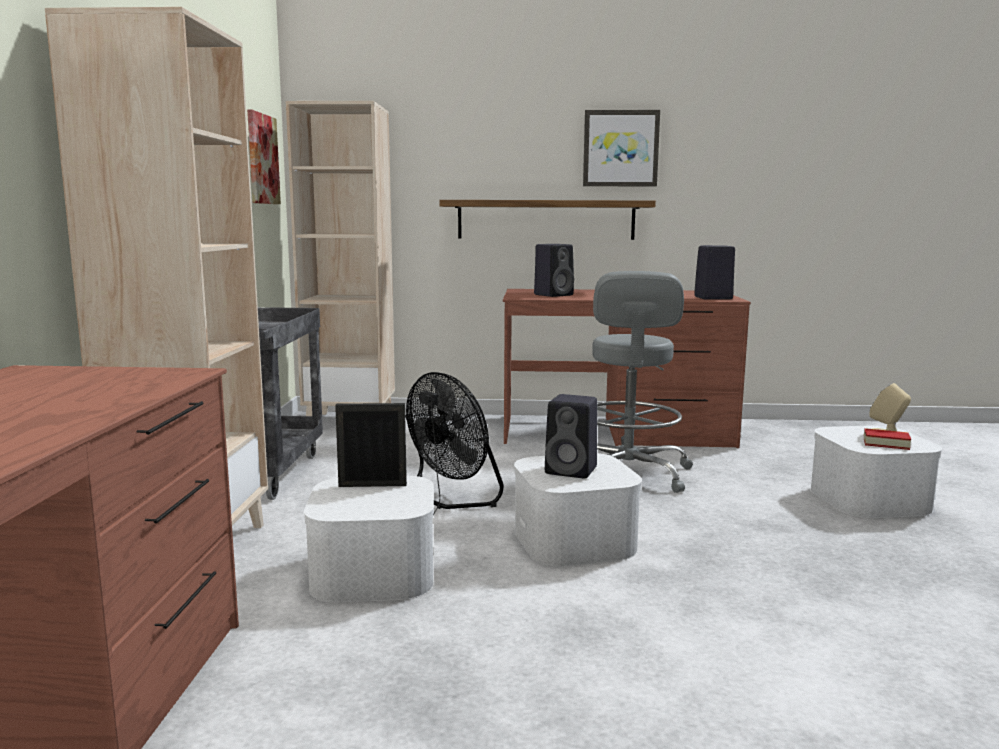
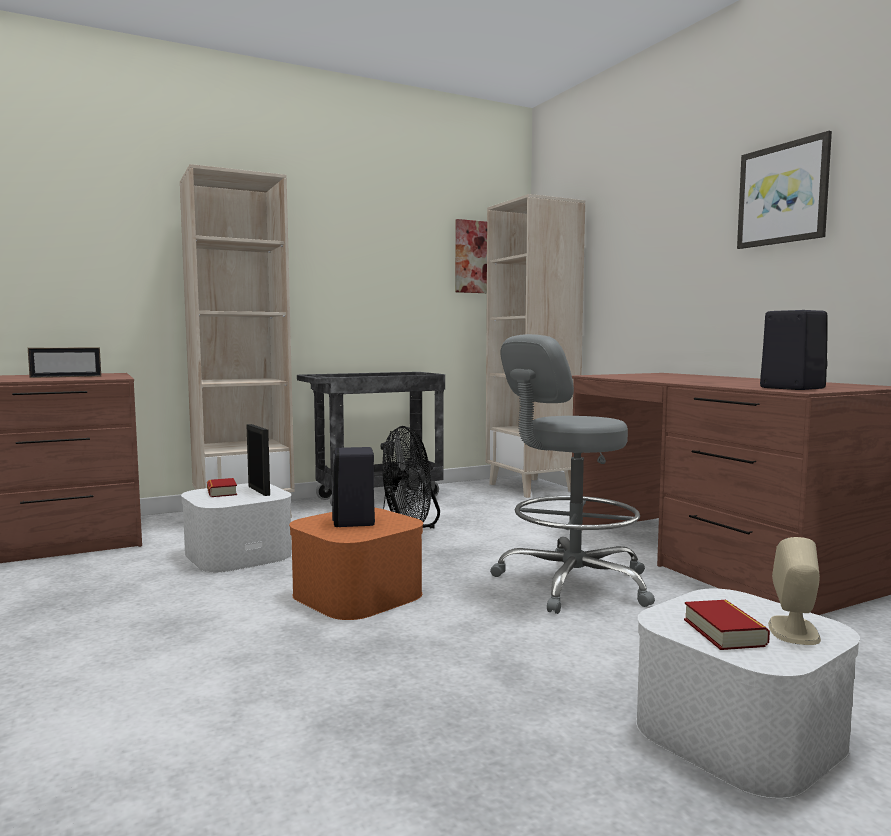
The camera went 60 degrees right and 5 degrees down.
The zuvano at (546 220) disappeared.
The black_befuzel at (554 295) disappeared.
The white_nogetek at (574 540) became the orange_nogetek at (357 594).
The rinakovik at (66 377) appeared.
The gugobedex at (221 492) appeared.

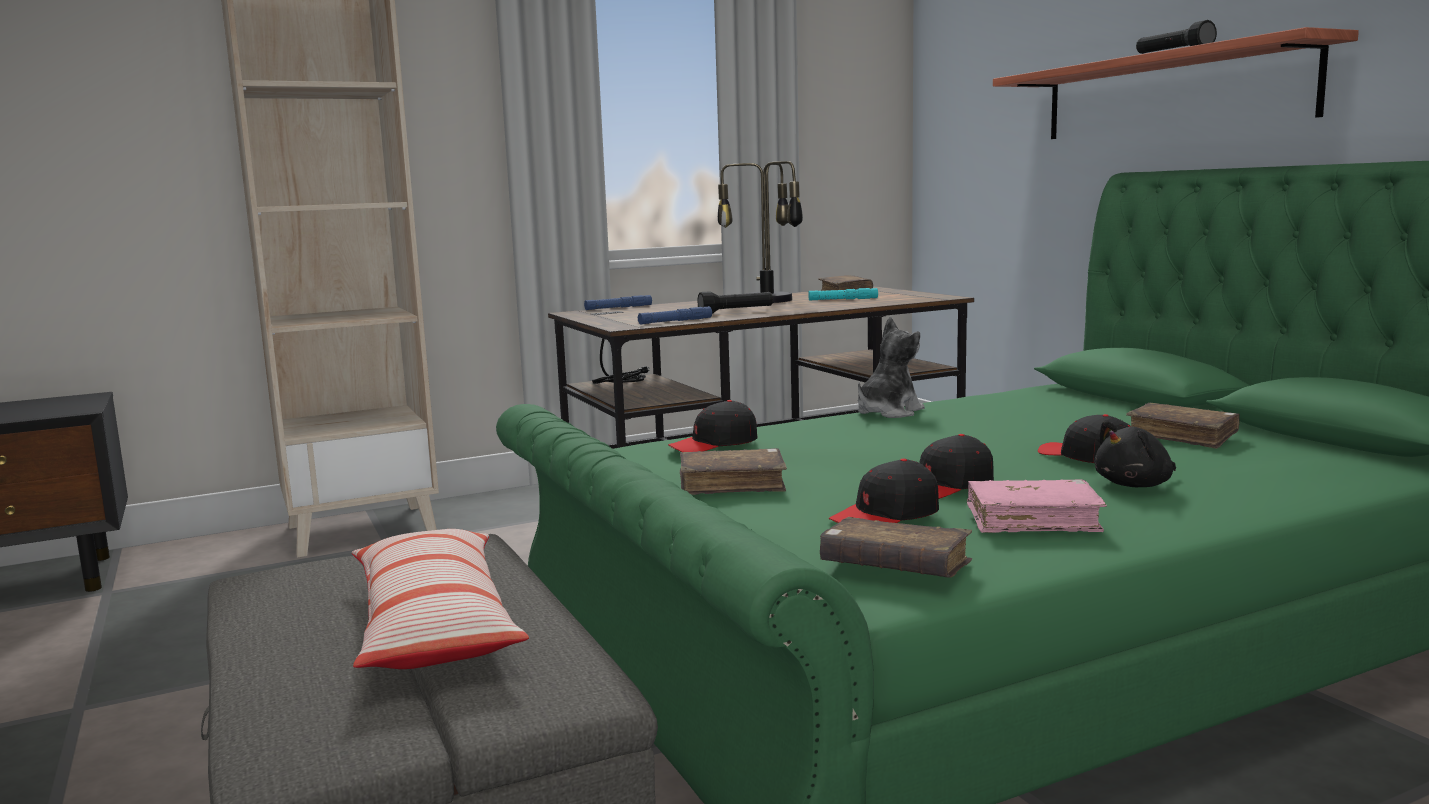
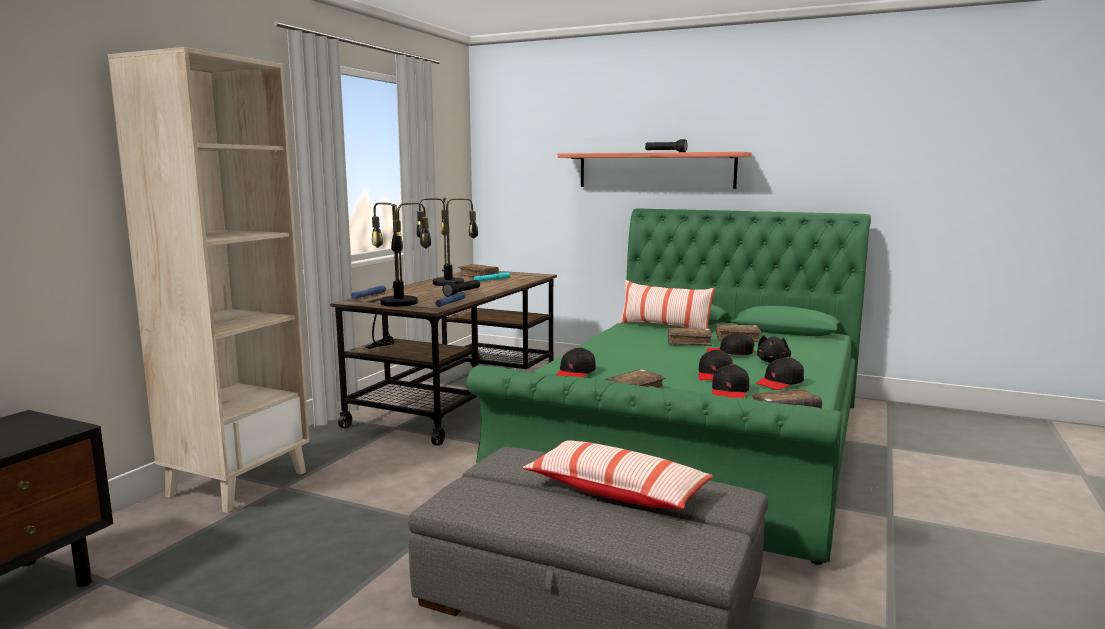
The camera went 40 degrees left and 0 degrees up.
The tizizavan at (888 412) disappeared.
The pink_gugobedex at (1032 521) was replaced by the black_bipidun at (780 383).
The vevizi at (400 303) appeared.
The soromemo at (664 327) appeared.
The brown_gugobedex at (689 342) appeared.

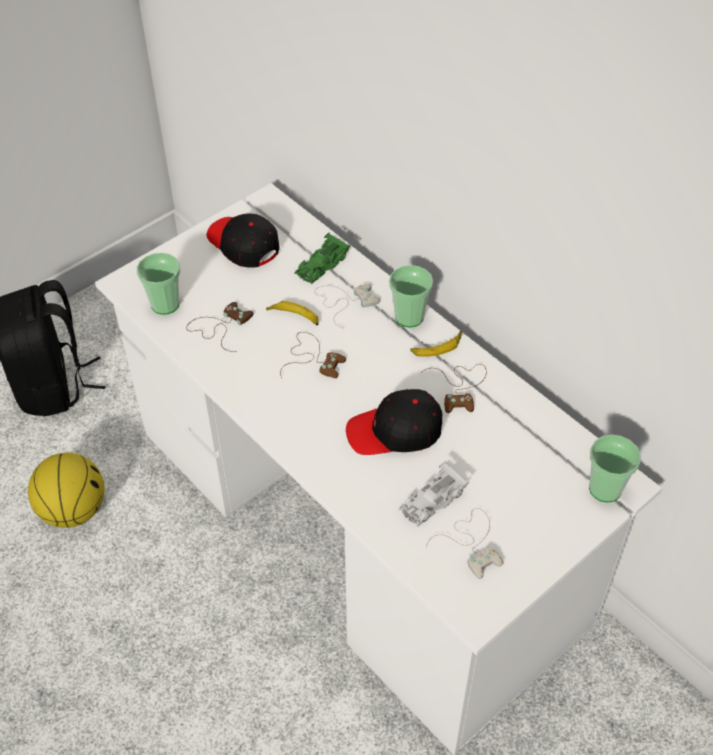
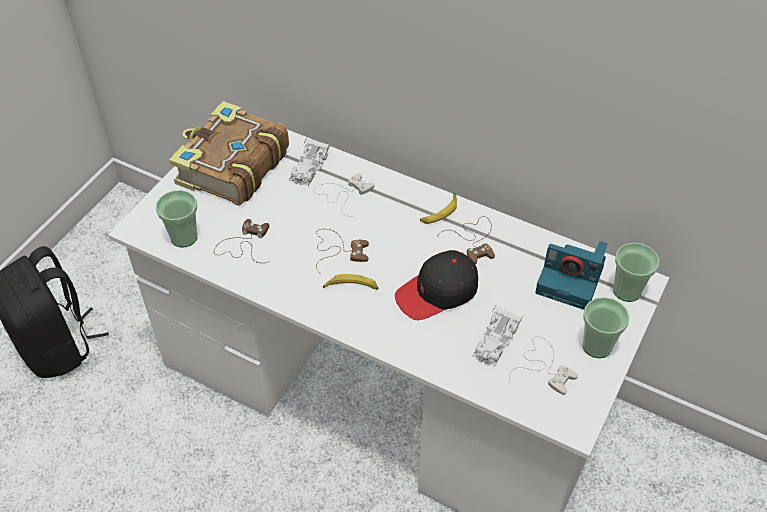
The camera went 20 degrees left and 0 degrees up.
The black_bipidun at (243 244) was replaced by the gugobedex at (231 167).
The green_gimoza at (321 265) became the white_gimoza at (308 168).
The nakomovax moved from (409 317) to (597 346).
The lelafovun moved from (294 317) to (351 287).
The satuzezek at (74 509) disappeared.
The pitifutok at (571 280) appeared.

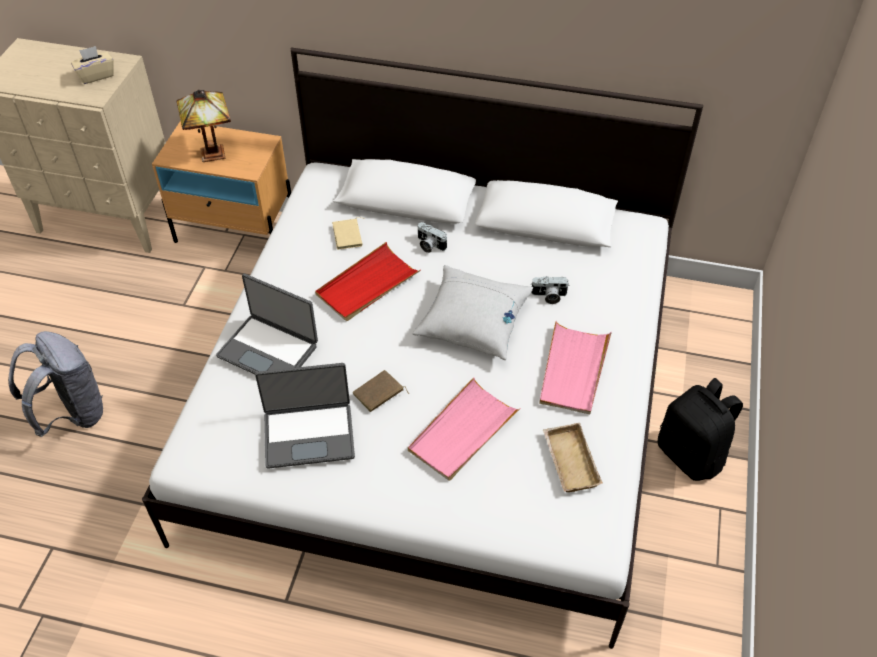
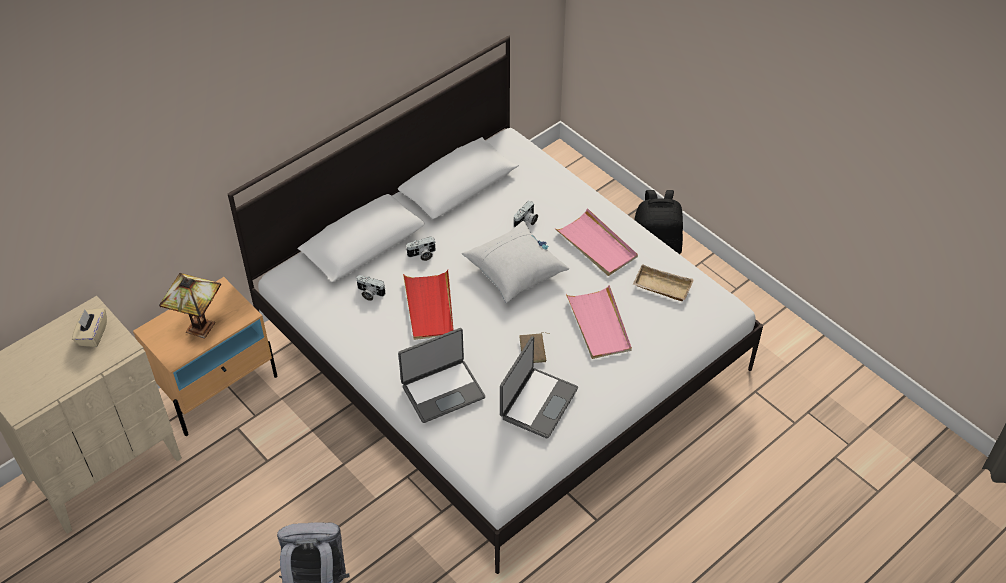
The camera went 55 degrees left and 0 degrees up.
The beige_gugobedex at (348 236) was replaced by the pitifutok at (369 293).

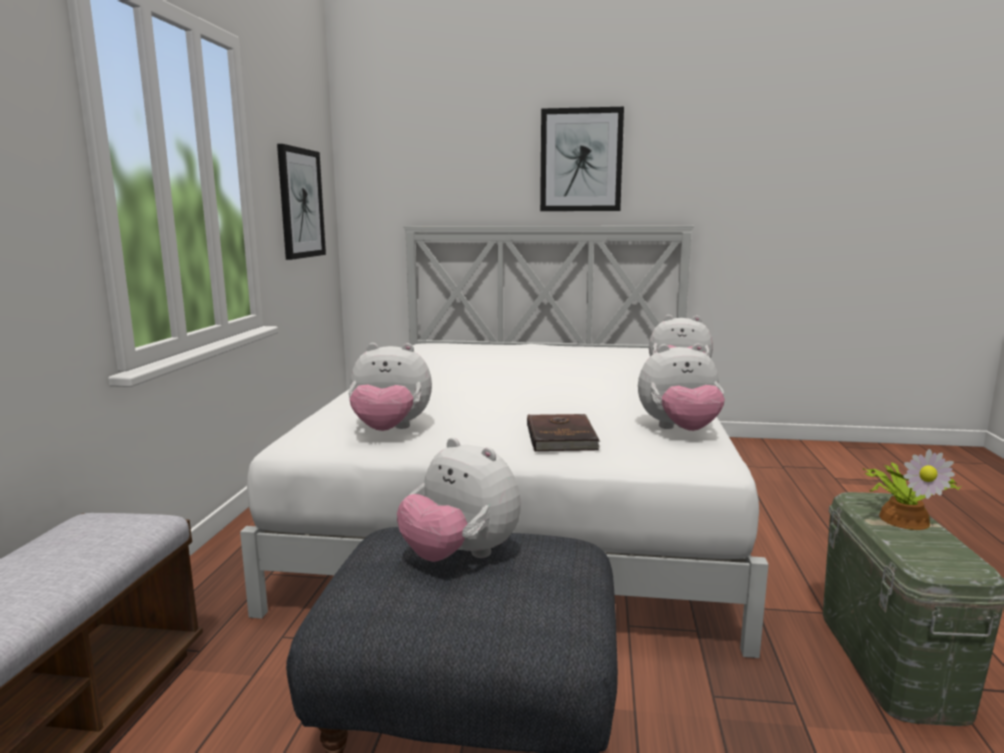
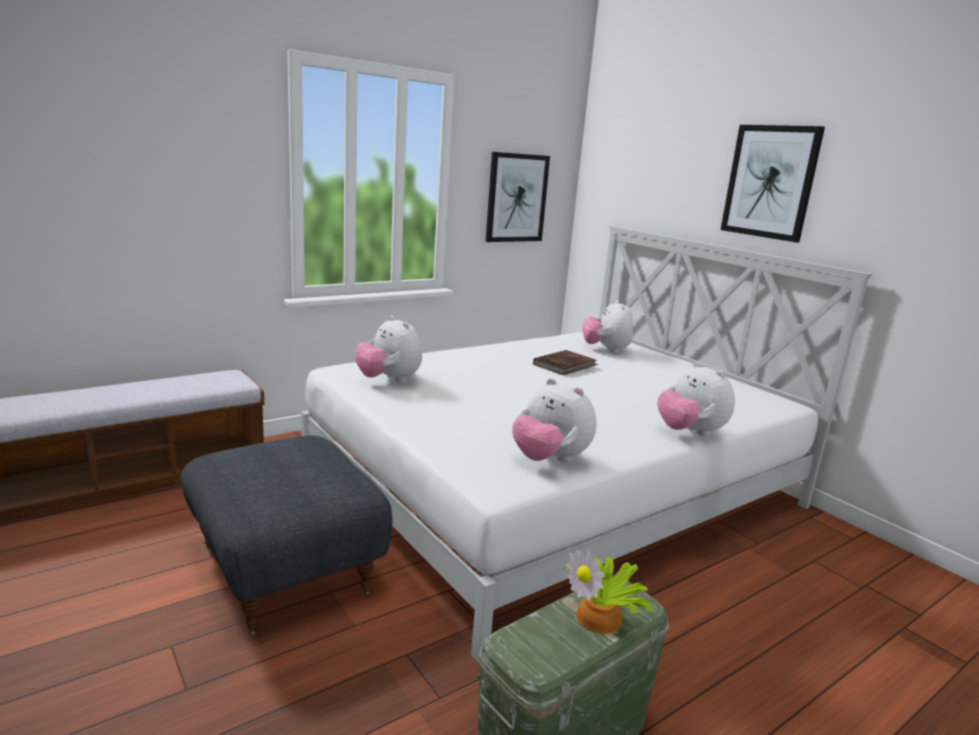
The camera went 45 degrees right and 5 degrees up.
The brown_gugobedex moved from (562 436) to (565 365).
The tizizavan moved from (460 556) to (606 350).

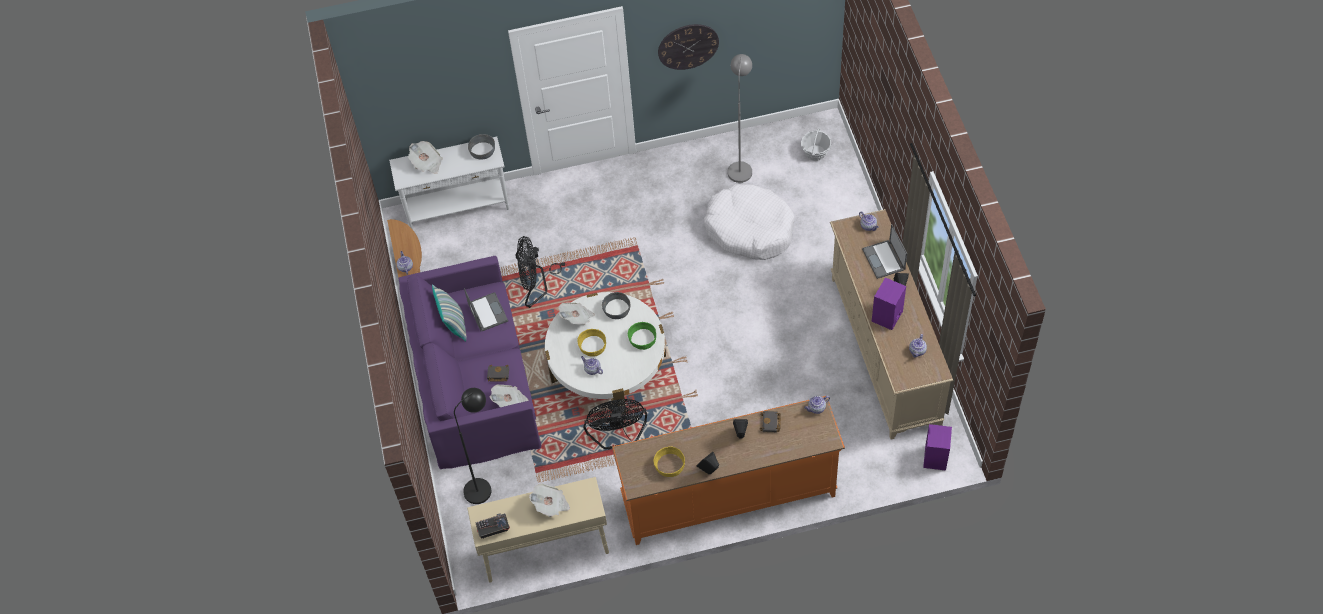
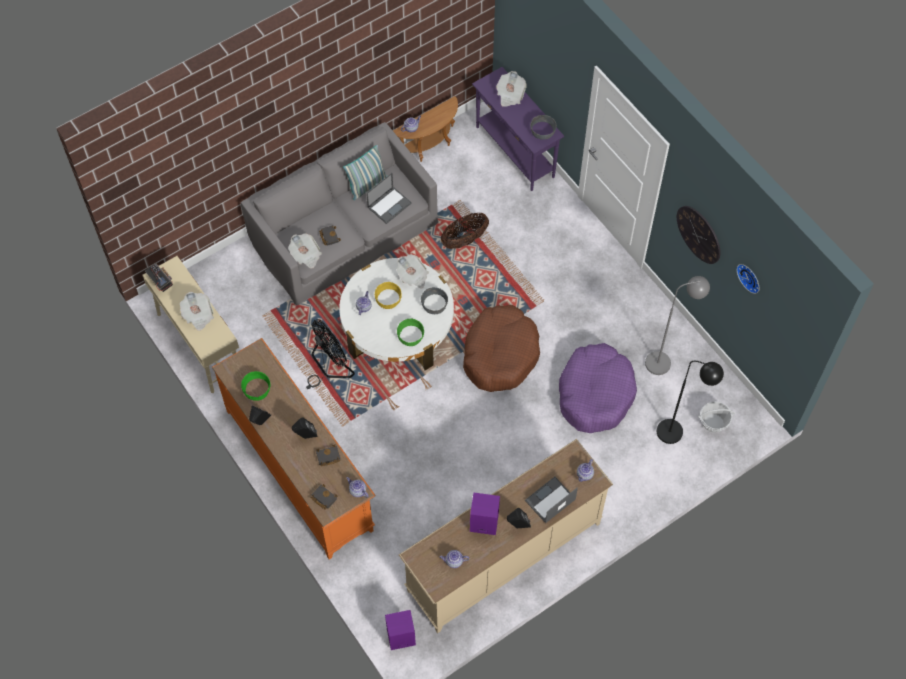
The camera went 65 degrees right and 5 degrees up.
The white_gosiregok at (458 208) became the purple_gosiregok at (516 152).
The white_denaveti at (749 229) became the purple_denaveti at (595 393).
The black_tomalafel at (536 280) was replaced by the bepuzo at (464 239).
The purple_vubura at (474 381) became the grey_vubura at (343 231).
The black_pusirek moved from (484 486) to (677 435).
The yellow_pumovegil at (669 465) became the green_pumovegil at (256 388).
The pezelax at (750 277) appeared.
The brown_denaveti at (500 354) appeared.
The black_gugobedex at (323 498) appeared.

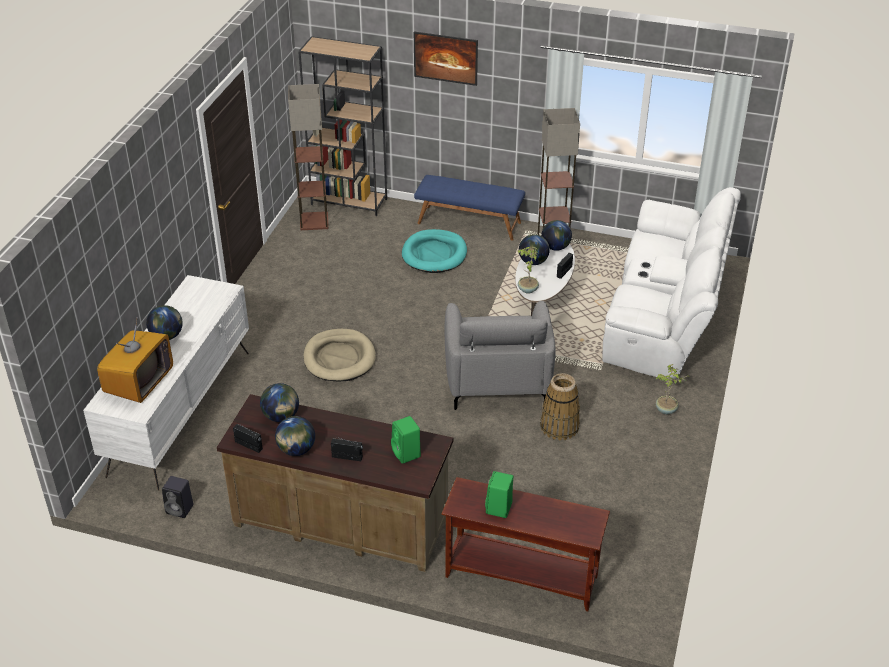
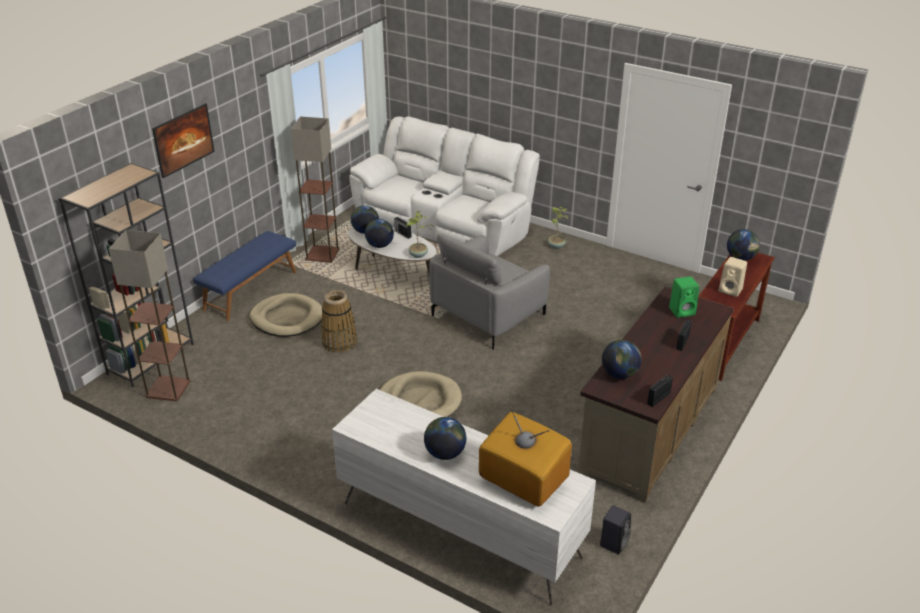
The camera went 75 degrees left and 5 degrees down.
The turquoise_denaveti at (434 254) became the beige_denaveti at (287 318).
The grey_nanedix at (497 378) turned 120 degrees clockwise.
The bepuzo moved from (559 427) to (339 342).
The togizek moved from (296 450) to (740 258).
The green_befuzel at (499 508) became the beige_befuzel at (731 290).

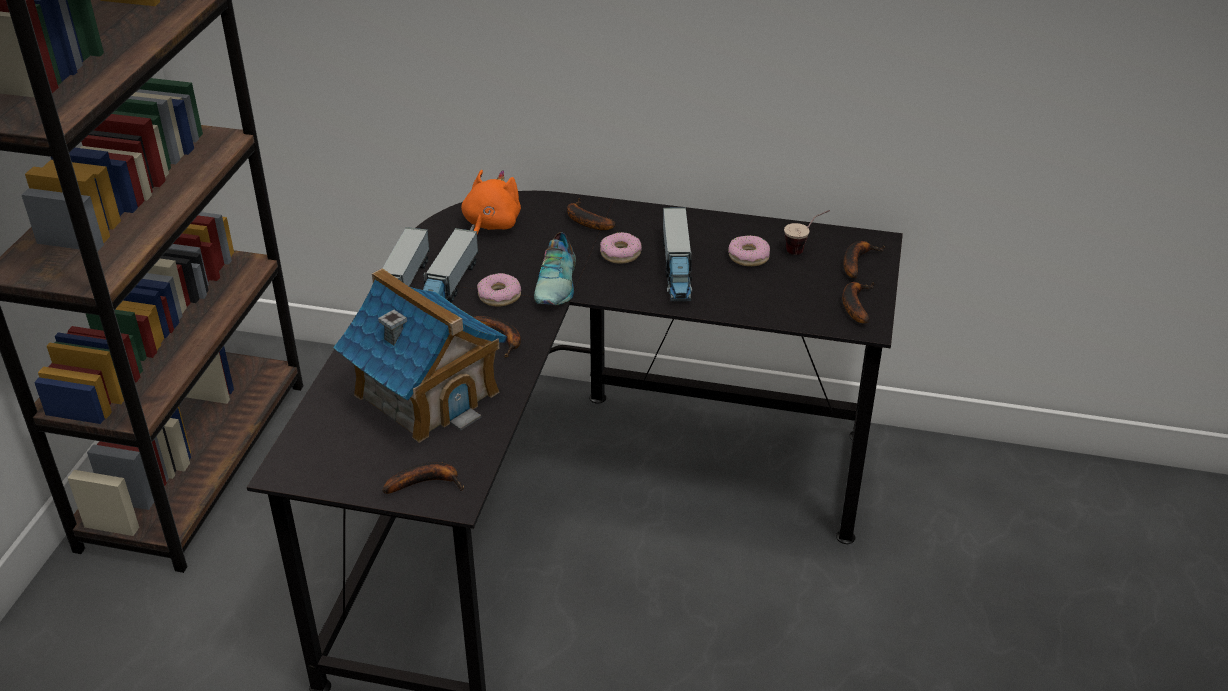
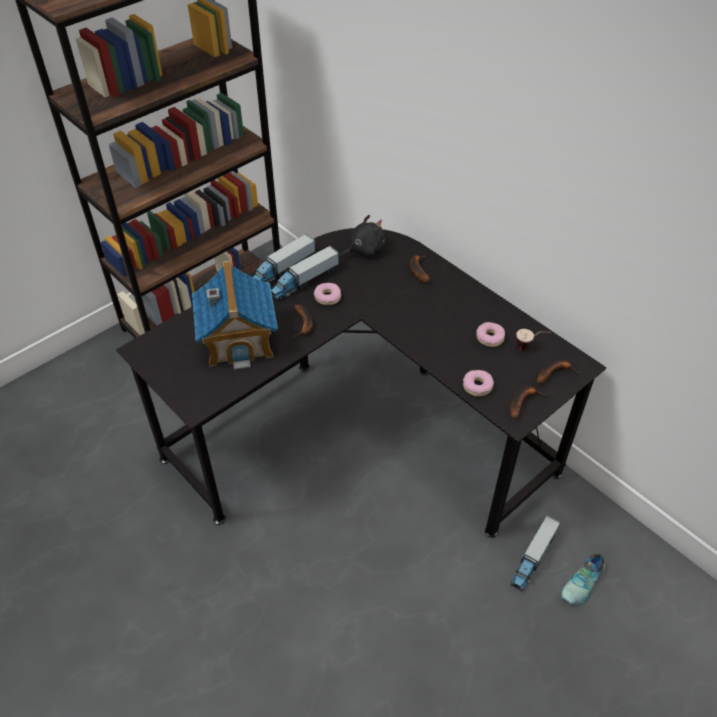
The camera went 35 degrees right and 10 degrees up.
The orange_tizizavan at (490 225) became the black_tizizavan at (364 250).
The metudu moved from (677 268) to (533 558).
The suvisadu moved from (558 283) to (583 583).
The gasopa moved from (620 254) to (477 386).
The lelafovun at (427 482) disappeared.

